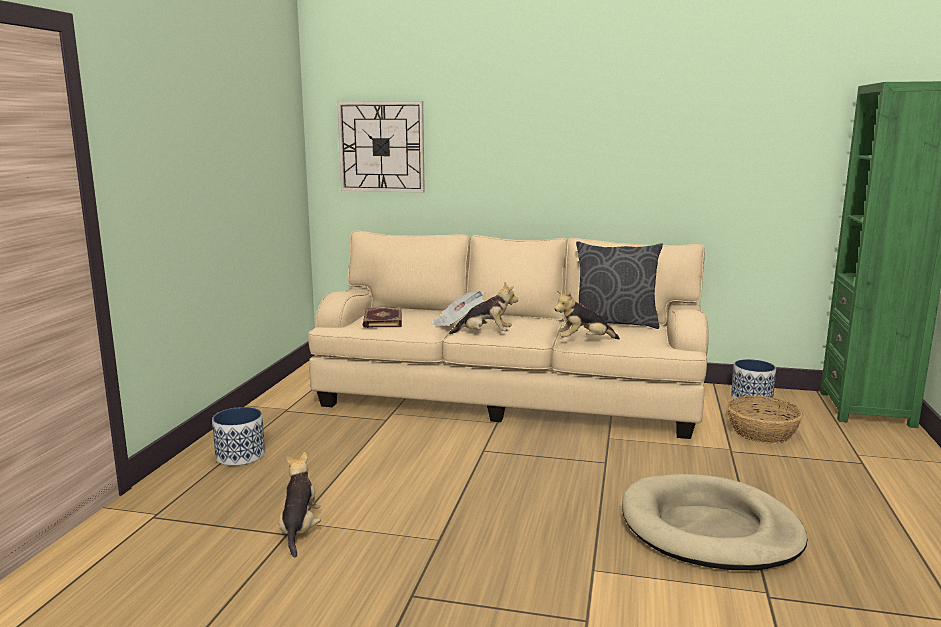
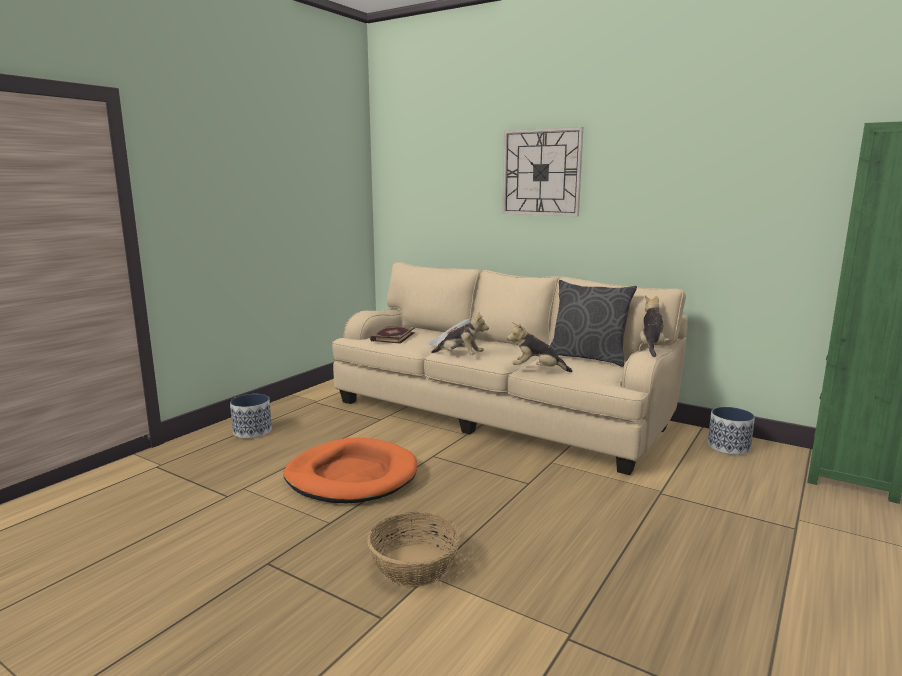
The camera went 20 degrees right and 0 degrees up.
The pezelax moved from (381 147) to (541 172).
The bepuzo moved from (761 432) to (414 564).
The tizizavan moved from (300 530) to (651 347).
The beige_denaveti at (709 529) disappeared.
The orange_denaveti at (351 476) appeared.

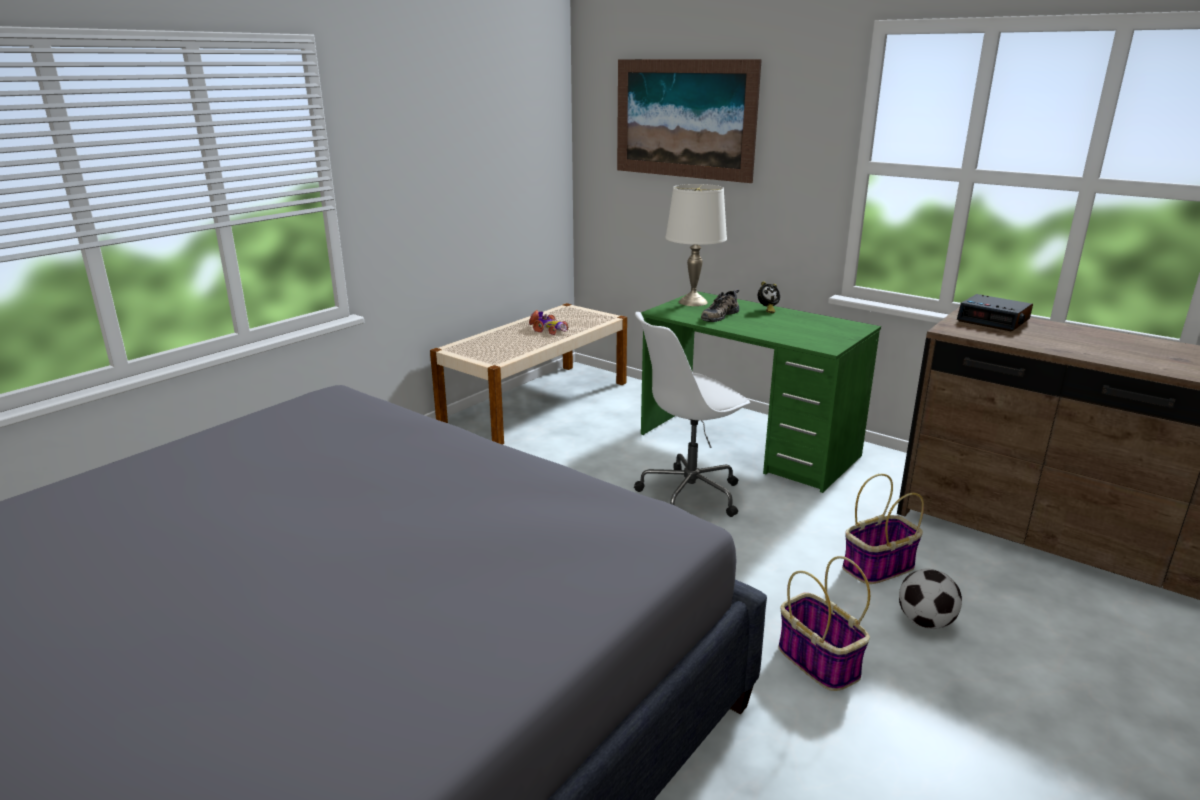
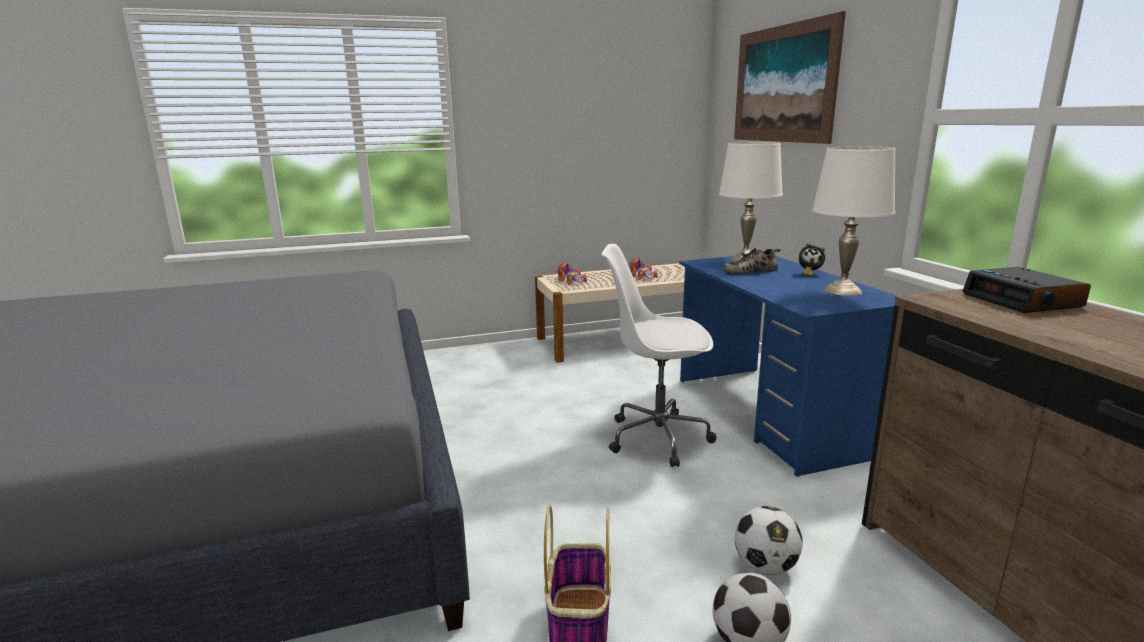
The camera went 35 degrees right and 5 degrees down.
The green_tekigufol at (748 445) became the blue_tekigufol at (772 415).
The bepuzo at (878 568) was replaced by the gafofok at (765 566).
The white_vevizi at (843 291) appeared.
The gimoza at (571 280) appeared.

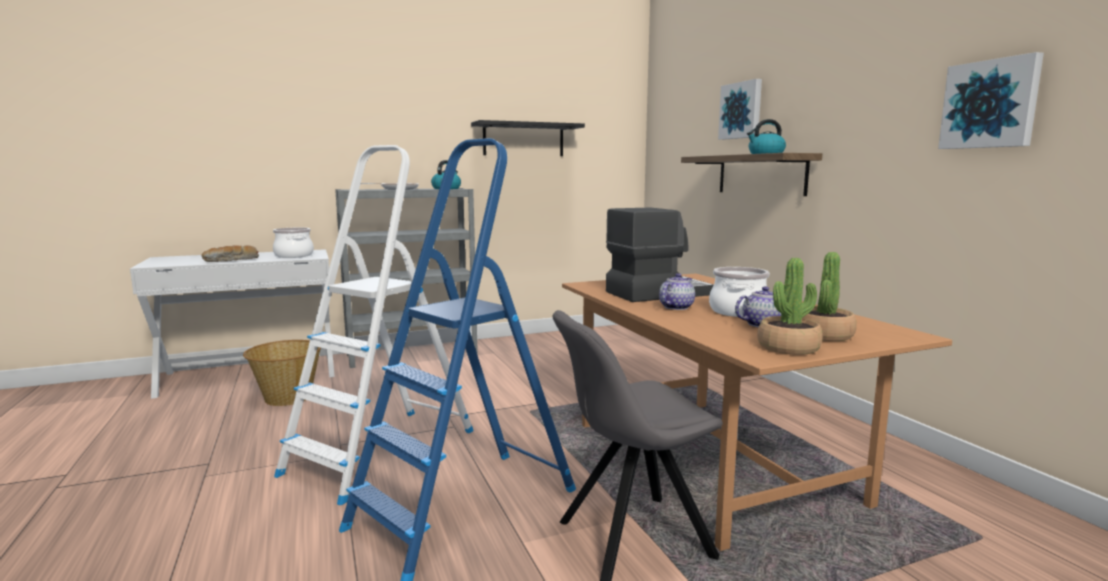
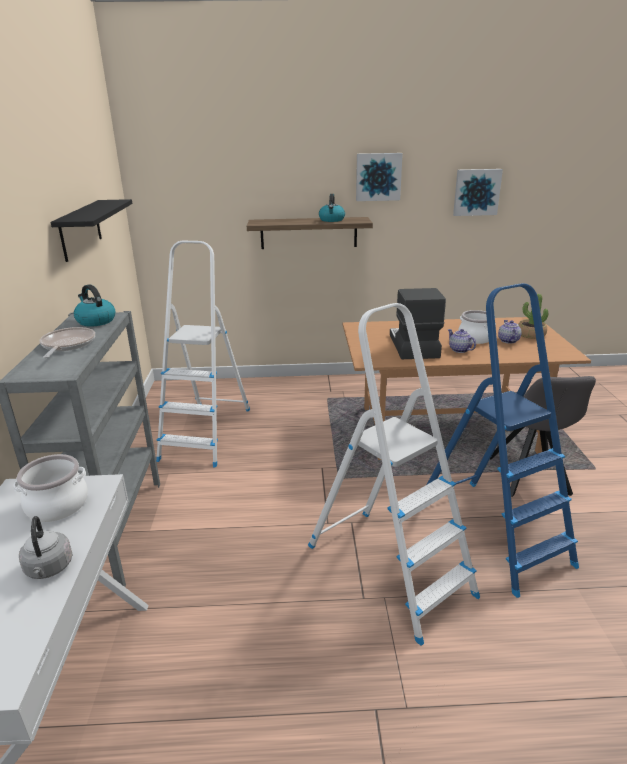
The camera went 70 degrees left and 15 degrees up.
The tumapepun moved from (741 110) to (378 177).
The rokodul at (231 260) was replaced by the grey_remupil at (49 569).
The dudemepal at (788 348) disappeared.
The bepuzo at (287 397) disappeared.
The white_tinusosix at (206 433) appeared.

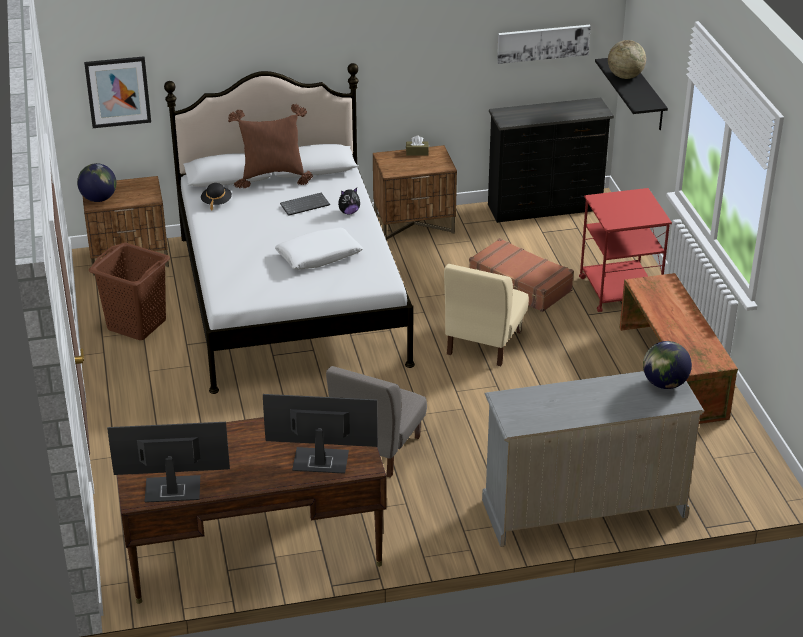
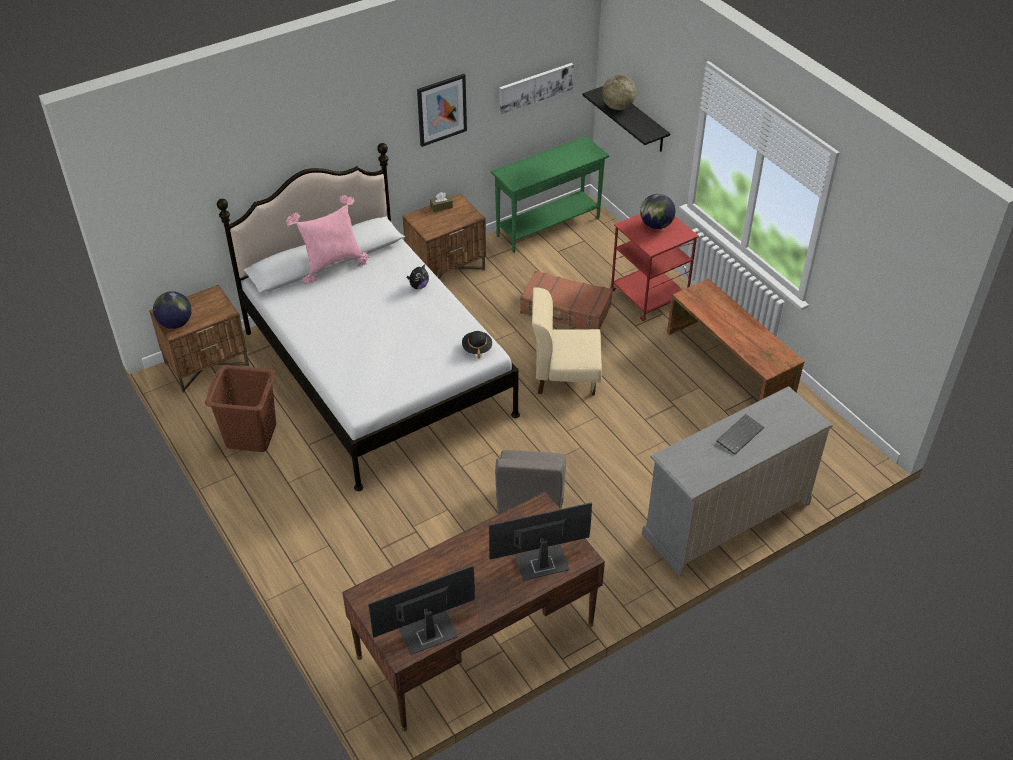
The camera went 20 degrees left and 10 degrees up.
The tumapepun moved from (118 91) to (441 109).
The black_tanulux at (545 208) was replaced by the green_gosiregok at (548 226).
The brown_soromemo at (272 181) became the pink_soromemo at (331 268).
The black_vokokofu moved from (216 202) to (477 348).
The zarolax moved from (305 205) to (739 434).
The white_soromemo at (319 256) disappeared.
The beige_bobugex at (483 343) turned 90 degrees clockwise.
The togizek moved from (664 384) to (655 225).

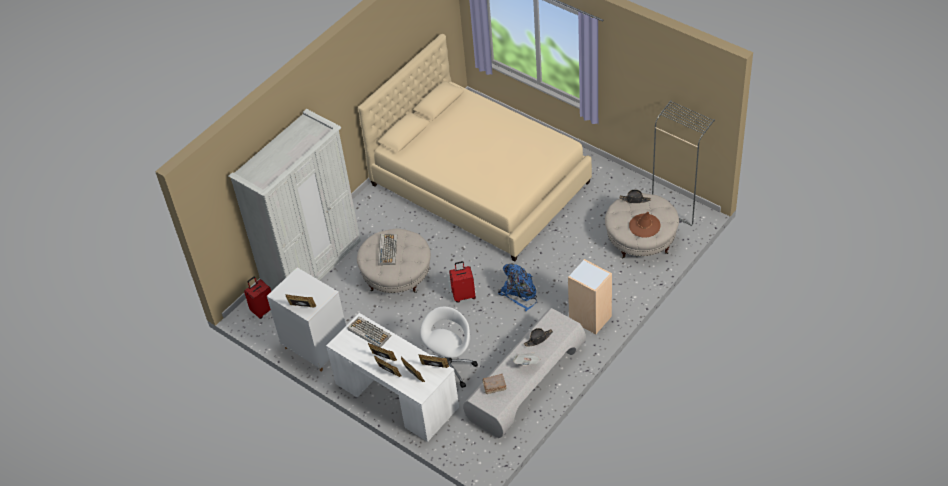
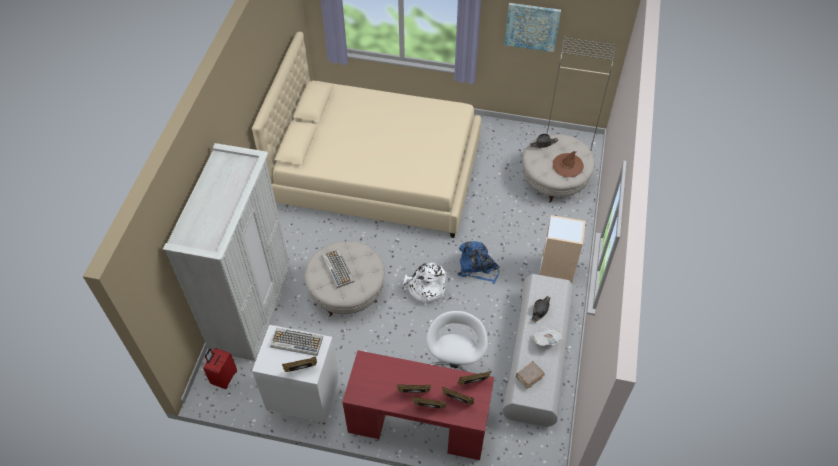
The camera went 30 degrees left and 5 degrees up.
The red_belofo at (464 295) was replaced by the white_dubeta at (425 288).
The white_tekigufol at (396 394) became the red_tekigufol at (418 419).
The zarolax moved from (368 332) to (296 342).
The tumapepun at (532 26) appeared.

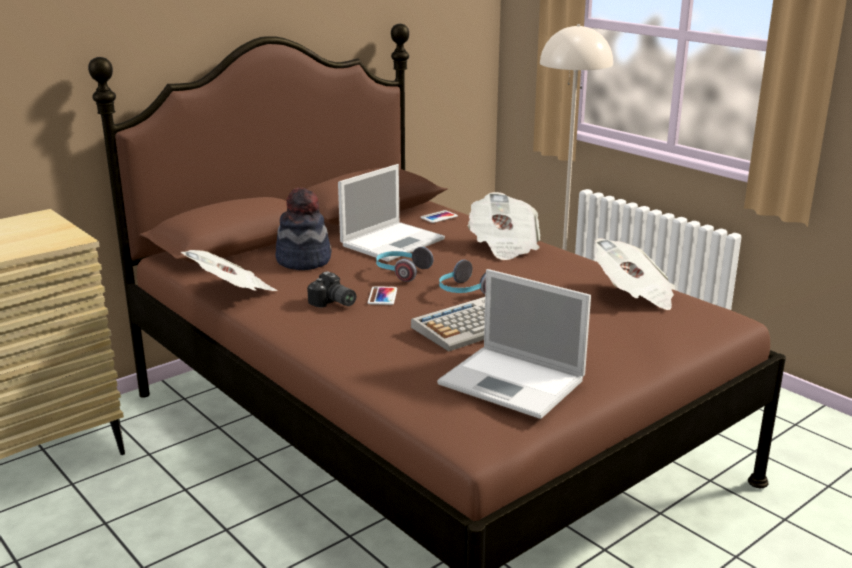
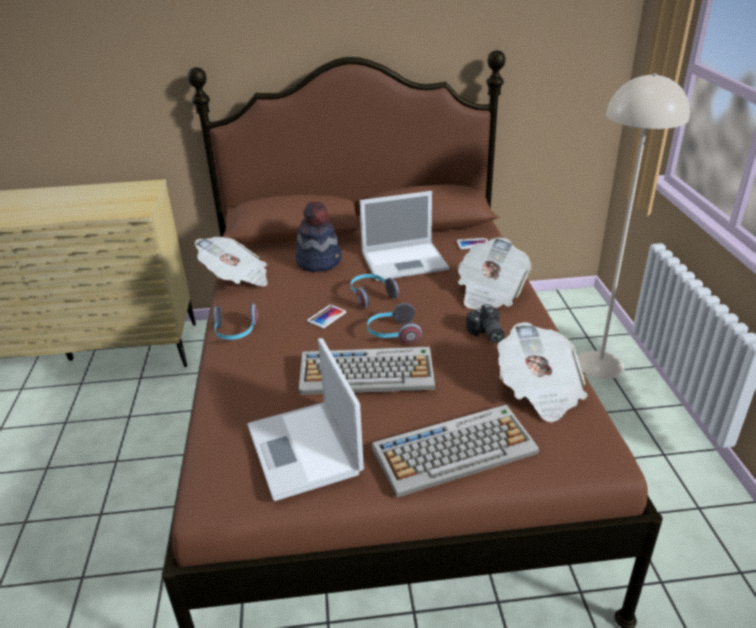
The camera went 35 degrees right and 10 degrees up.
The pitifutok moved from (333 303) to (486 334).
The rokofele at (236 332) appeared.
The zarolax at (455 450) appeared.

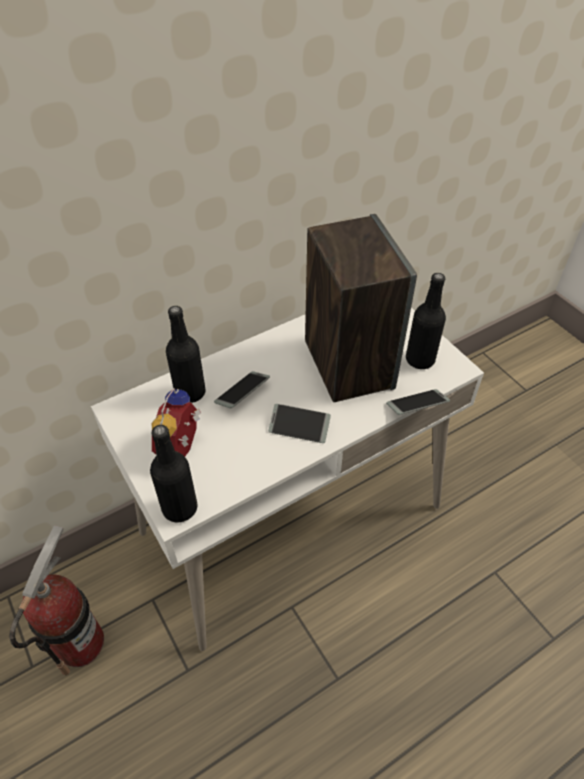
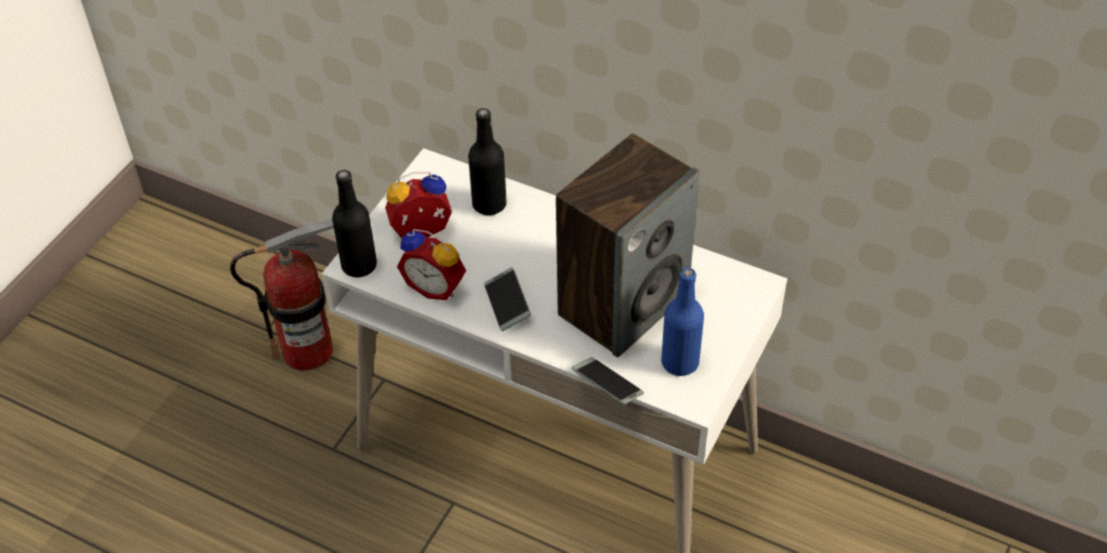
The camera went 60 degrees right and 0 degrees up.
The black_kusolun at (420 360) became the blue_kusolun at (680 362).
The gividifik at (242 393) disappeared.
The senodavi at (436 286) appeared.

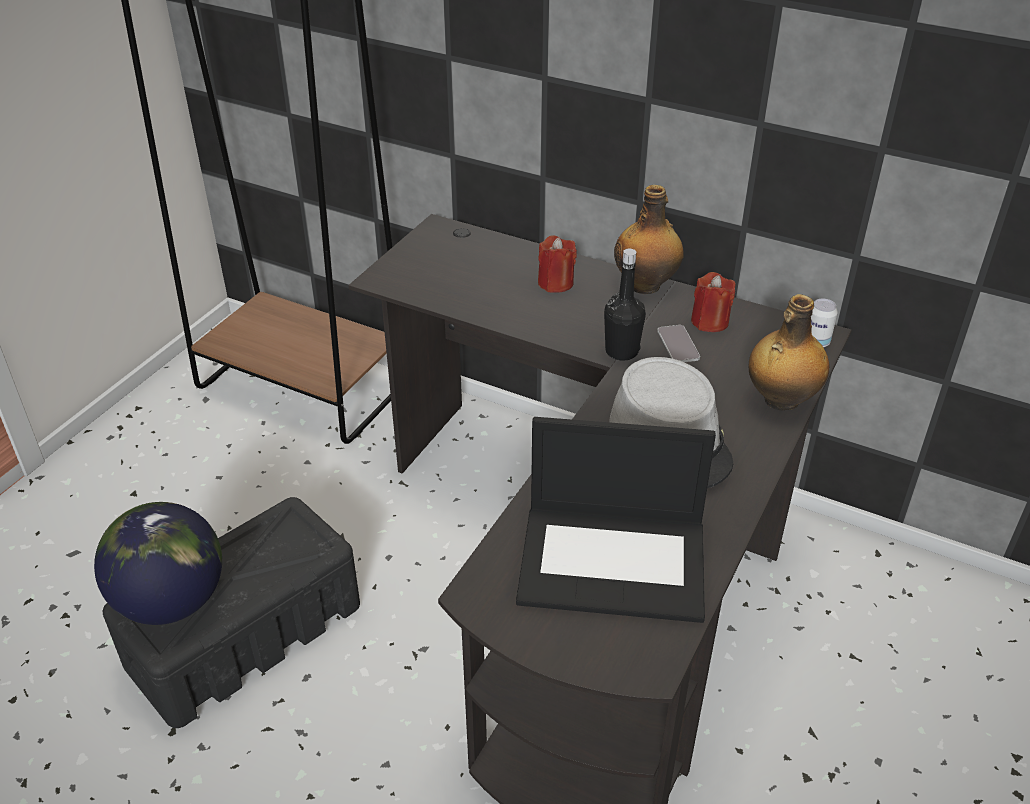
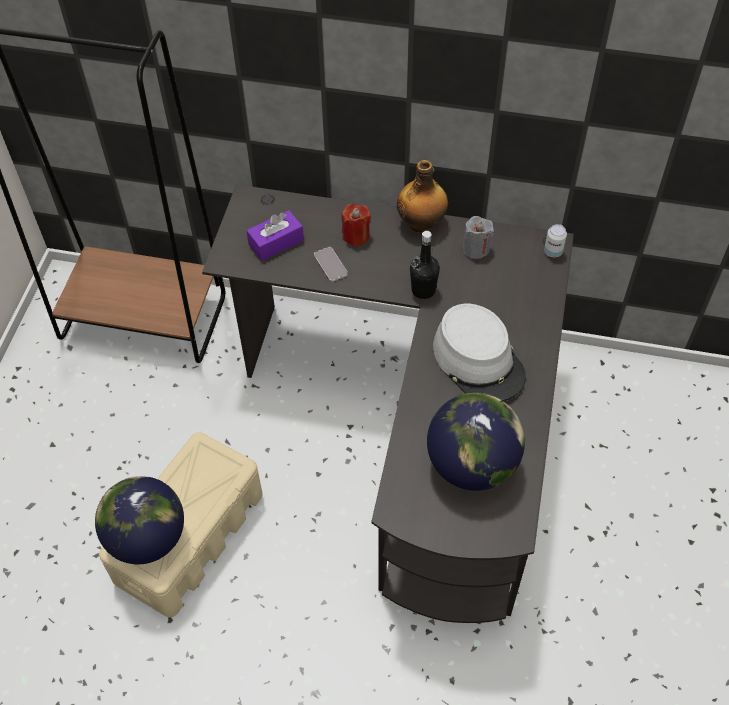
The camera went 15 degrees left and 15 degrees up.
The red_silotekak at (710 322) became the grey_silotekak at (476 248).
The kusolun at (780 400) disappeared.
The gividifik moved from (678 345) to (330 264).
The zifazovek at (615 561) was replaced by the togizek at (472 465).
The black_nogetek at (247 635) became the beige_nogetek at (190 536).
The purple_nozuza at (276 242) appeared.

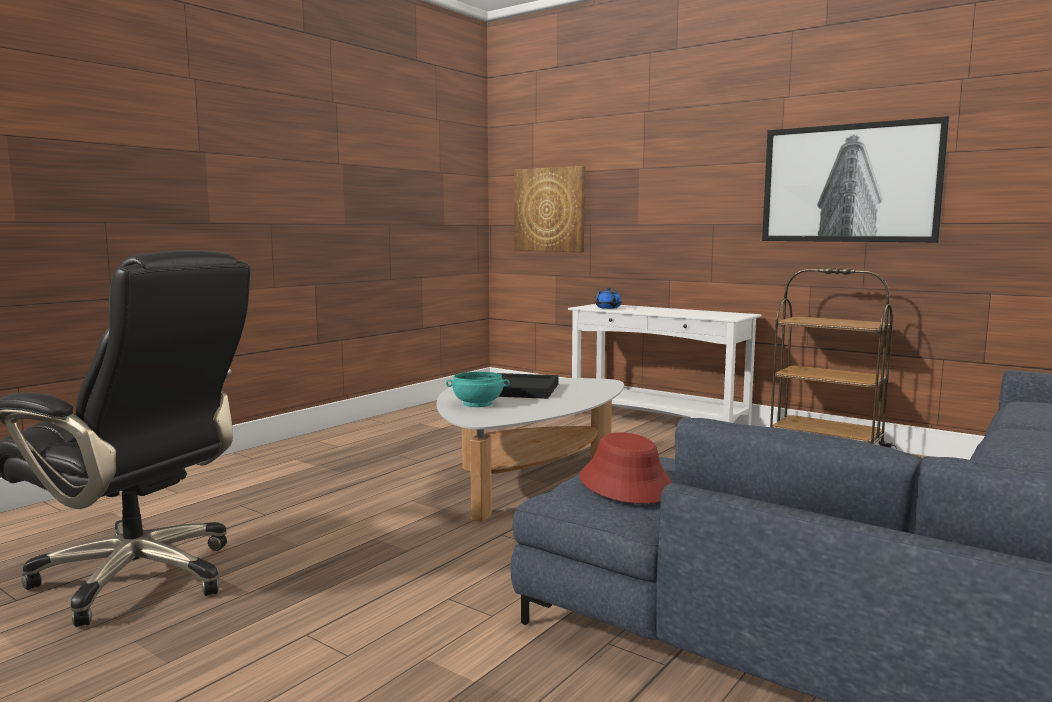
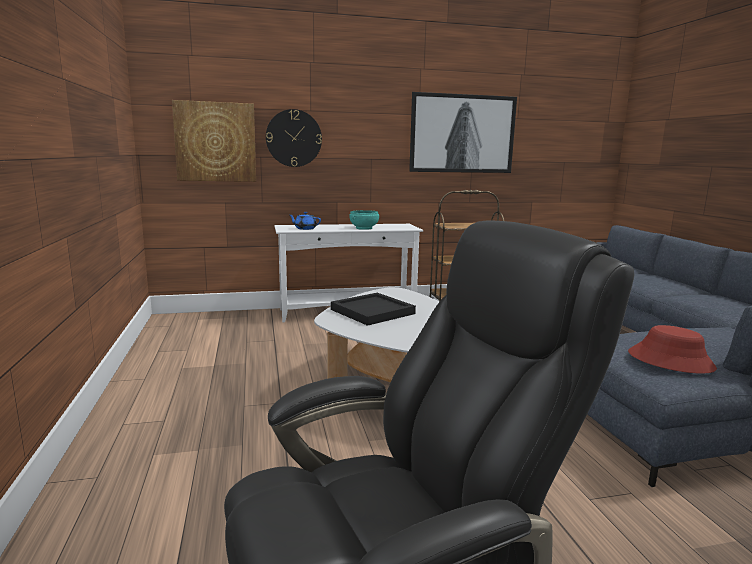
The camera went 50 degrees left and 5 degrees up.
The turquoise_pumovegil moved from (477 404) to (364 228).
The pezelax at (294 138) appeared.

